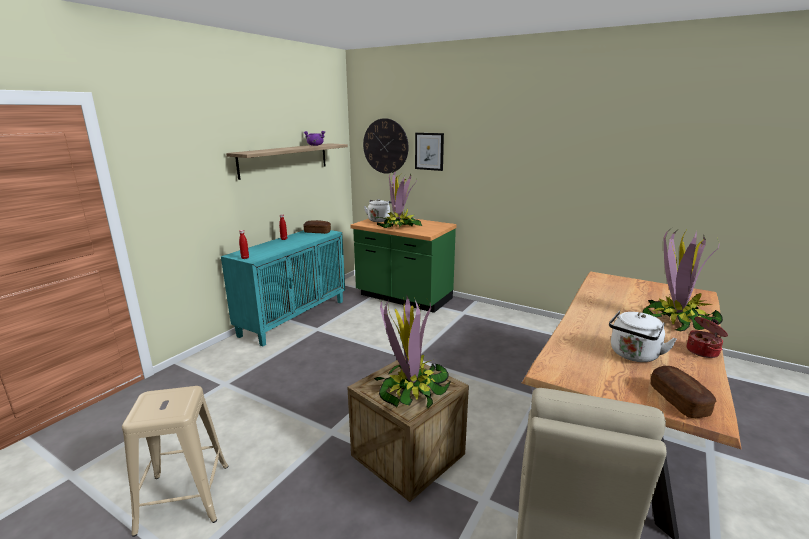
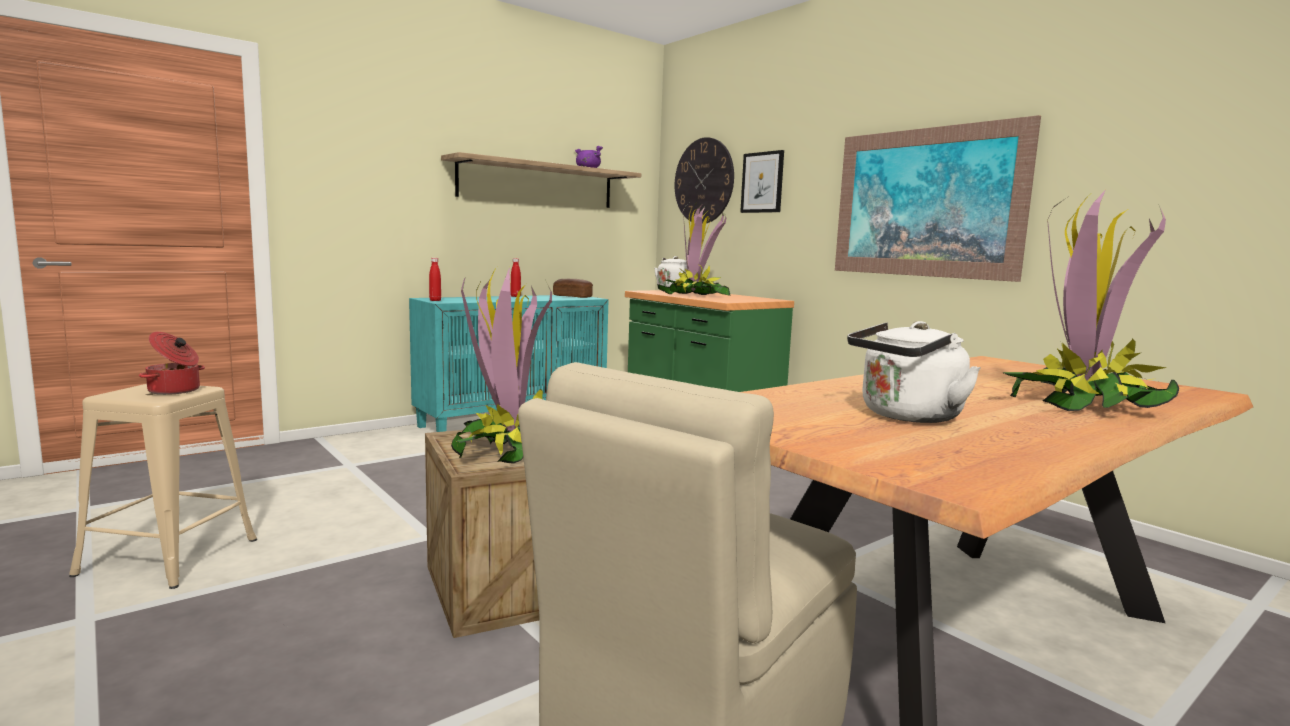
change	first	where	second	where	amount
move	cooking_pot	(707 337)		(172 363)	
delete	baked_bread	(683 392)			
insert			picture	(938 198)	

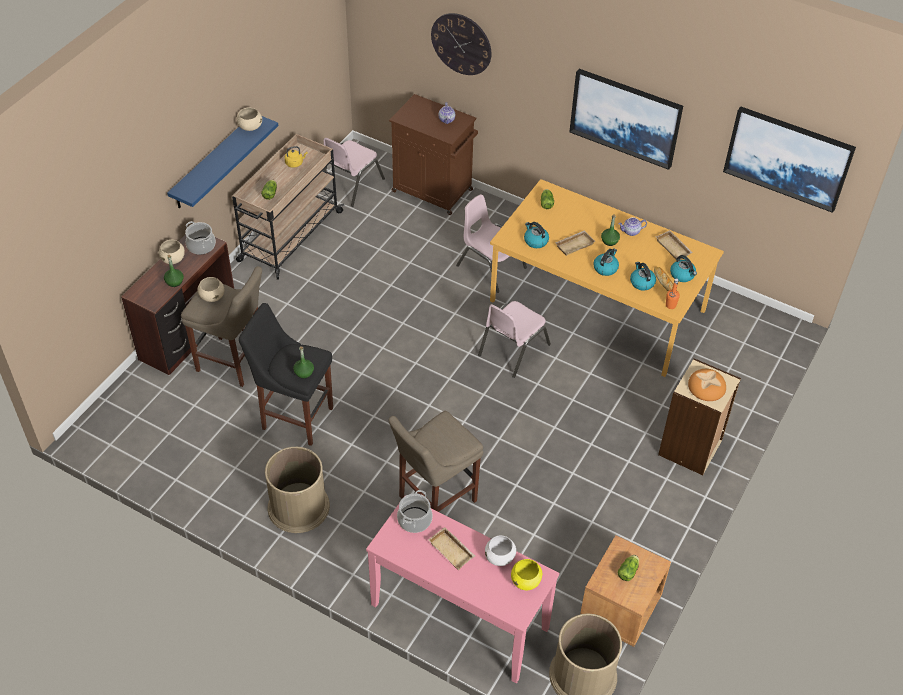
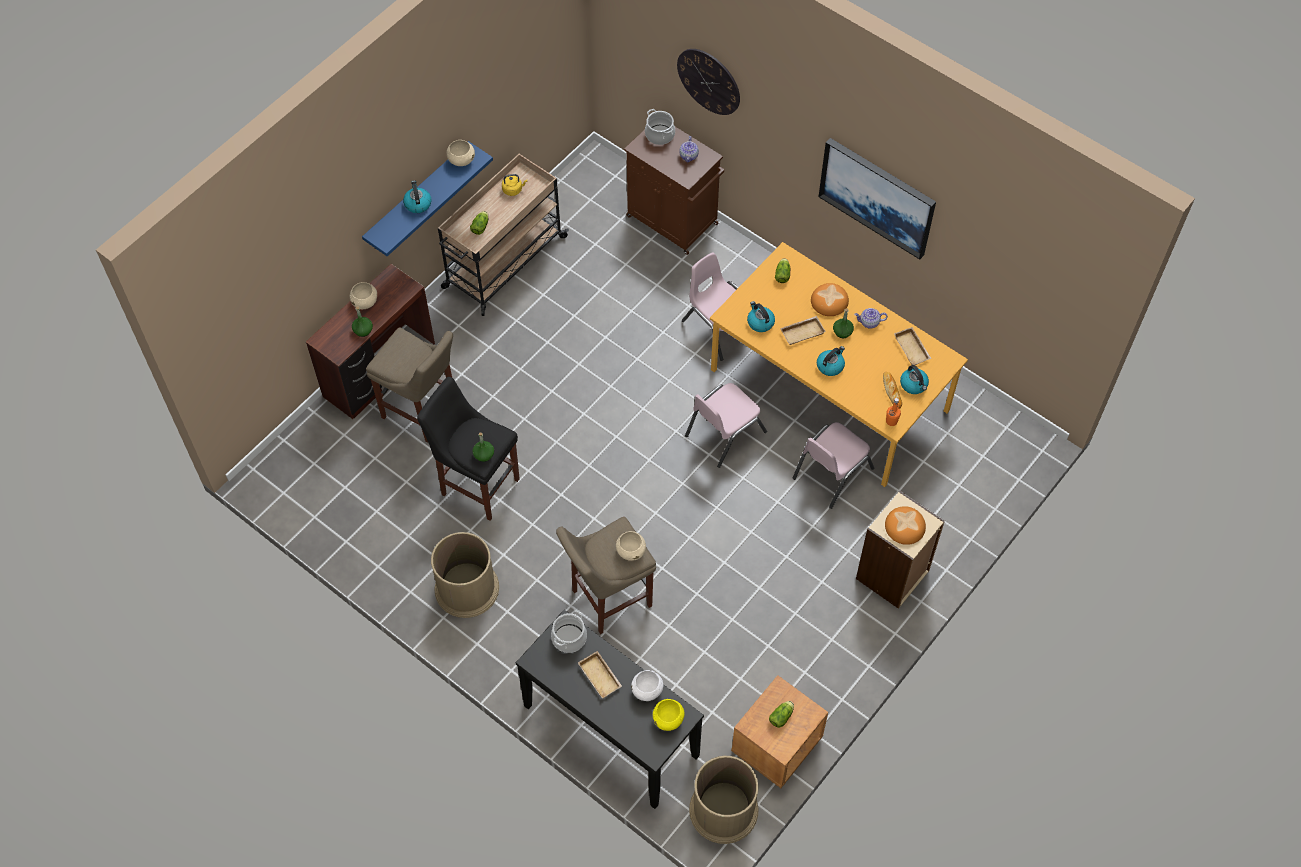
change	first	where	second	where	amount
delete	picture	(789 159)			
move	pinkish_upright_chair	(353 172)		(833 465)	
move	cooking_pot	(200 238)		(660 127)	
move	kettle	(643 276)		(417 196)	
move	sand-coloured_deep_dish	(211 289)		(631 546)	
recolor	pinkish_hall_table	(462 589)	black_hall_table	(610 709)	
insert			baked_bread	(830 299)	

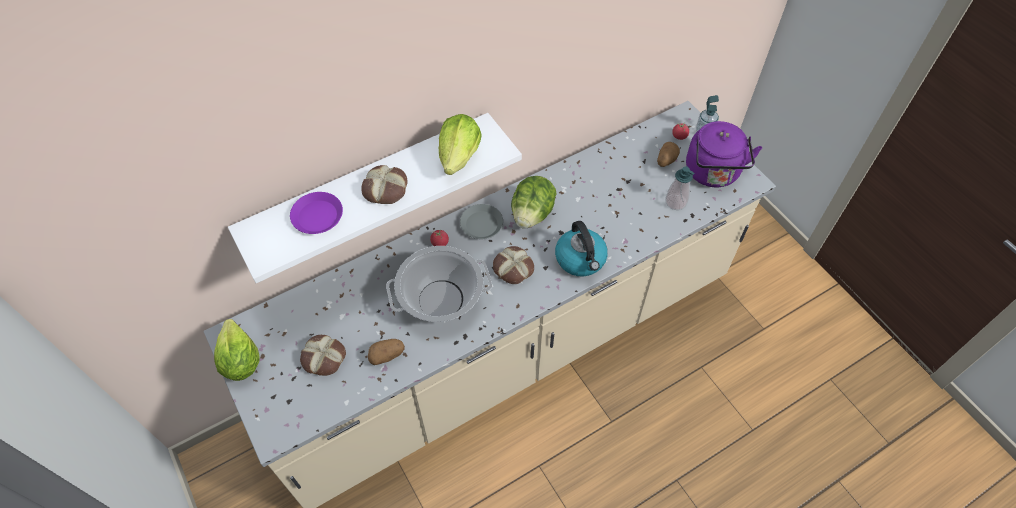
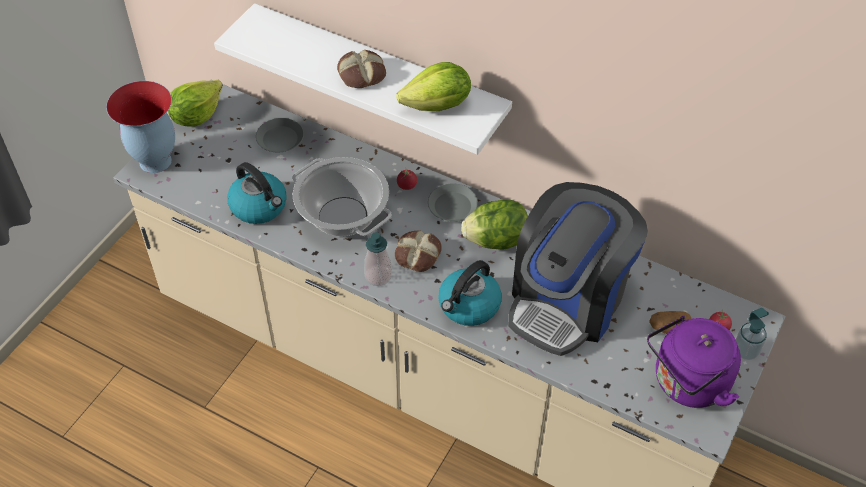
change	first	where	second	where	amount
move	soap_dispenser	(679 188)		(378 259)	
delete	purple_dinner_plate	(316 213)			
delete	baked_bread	(323 355)			
replace	spud	(386 352)	kettle	(257 193)	
insert			flower_vase	(140 127)	
insert			grey_dinner_plate	(280 135)	
insert			coffee_brewer	(578 269)	

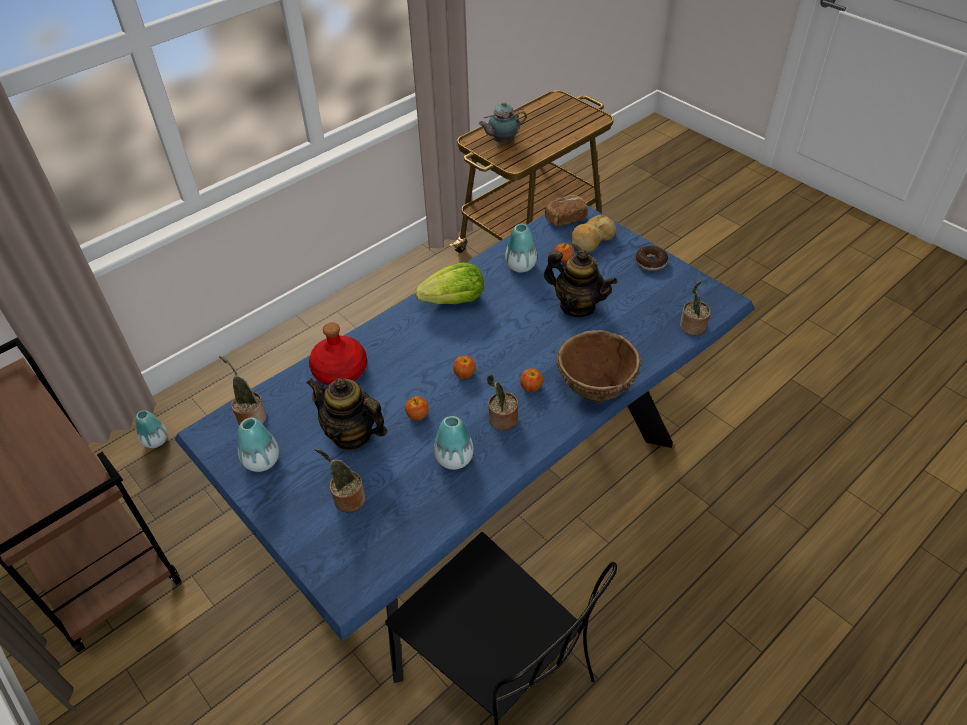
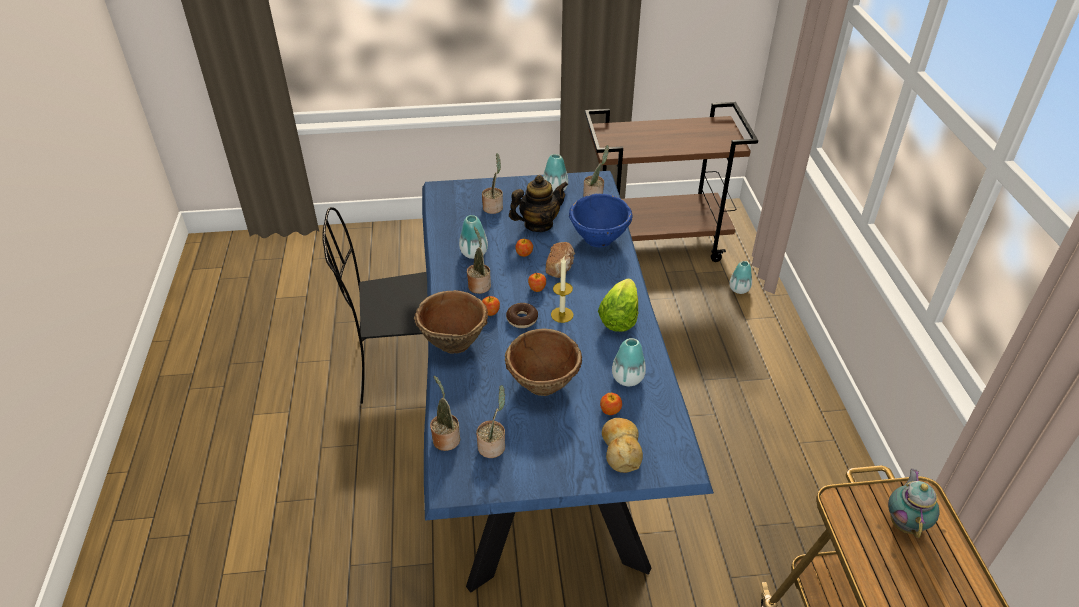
change	first	where	second	where	amount
move	baked_bread	(566 210)		(560 260)	
move	donut	(651 258)		(522 315)	
replace	teapot	(580 283)	brownish_deep_dish	(543 362)	
replace	red_drink_bottle	(338 354)	blue-coloured_deep_dish	(601 220)	
insert			wax_candle	(562 290)	
insert			houseplant	(490 421)	

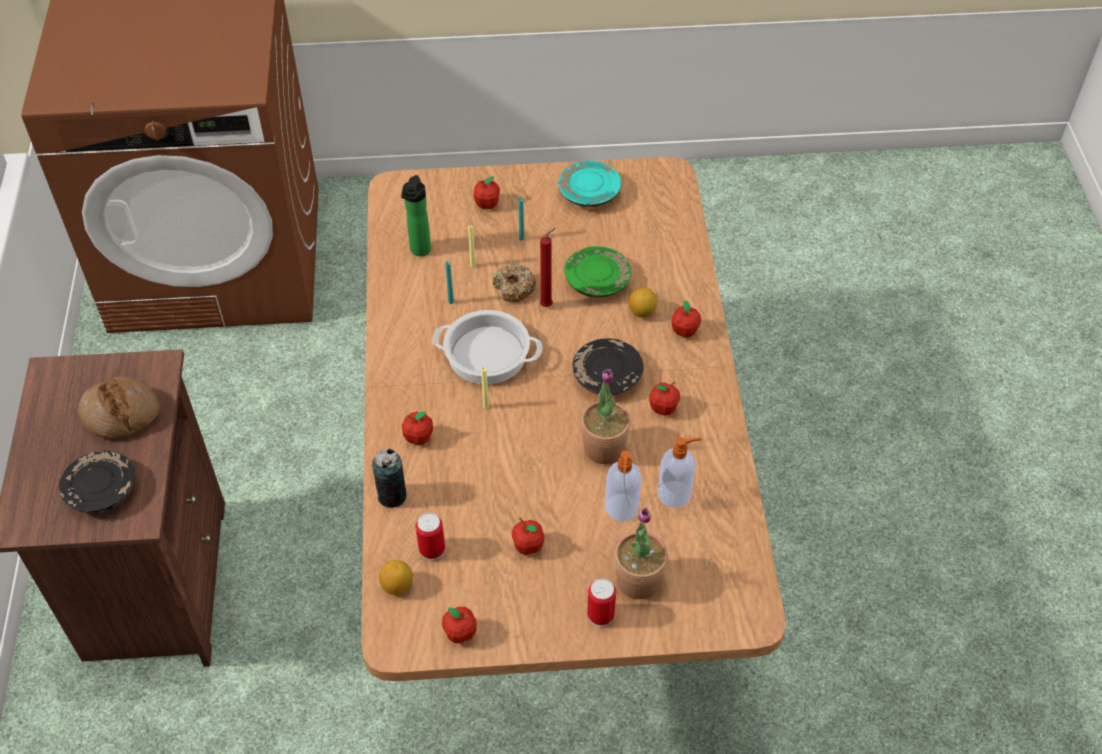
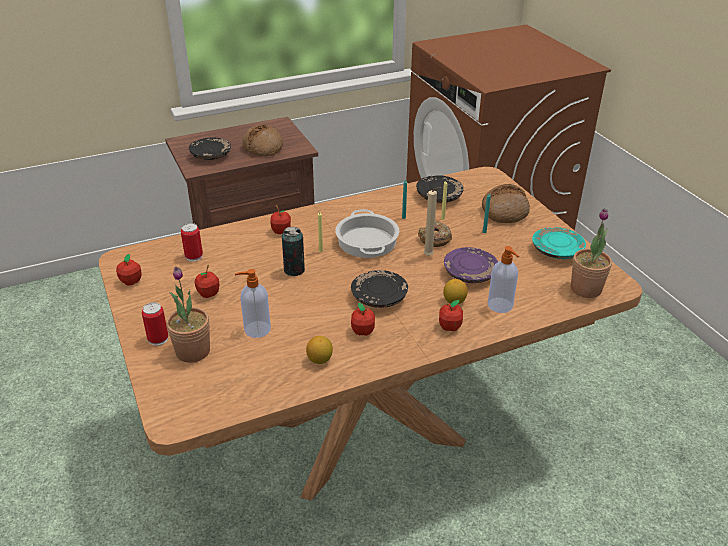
change	first	where	second	where	amount
replace	drink_bottle	(416 215)	black_dinner_plate	(439 189)	
replace	whole_apple	(487 192)	baked_bread	(506 203)	
recolor	red_wax_candle	(548 267)	sand-coloured_wax_candle	(432 221)	
recolor	green_dinner_plate	(597 272)	purple_dinner_plate	(471 265)	
move	houseplant	(606 416)		(591 253)	
move	soap_dispenser	(679 472)		(503 279)	
move	metal_can	(389 478)		(293 251)	
move	citrus_fruit	(396 577)		(319 350)	

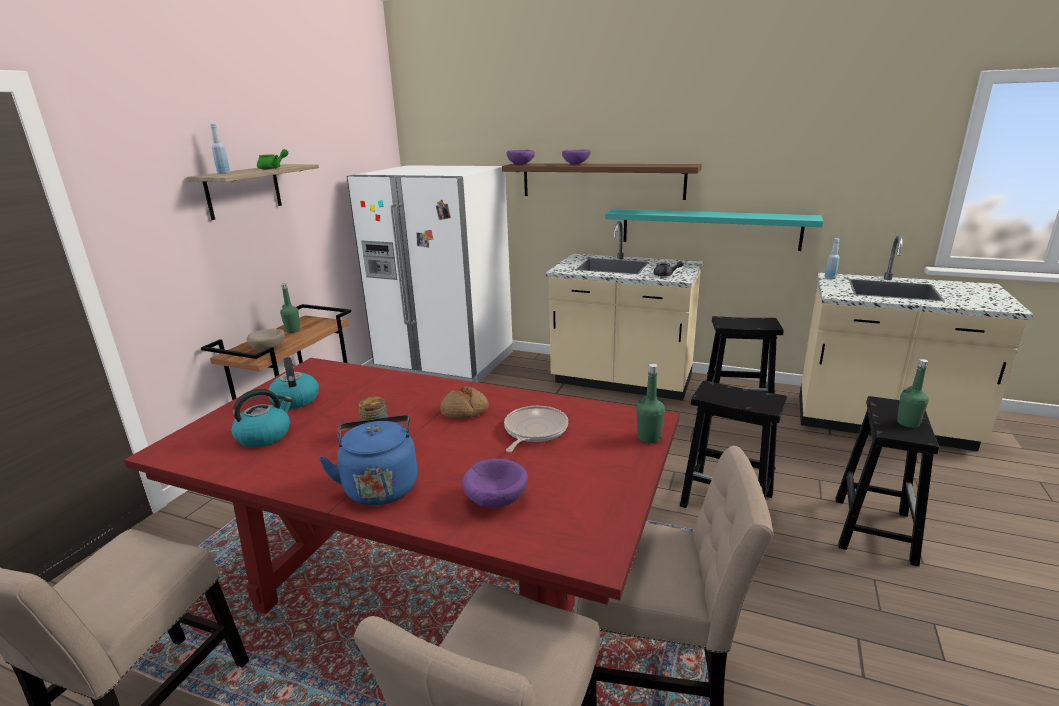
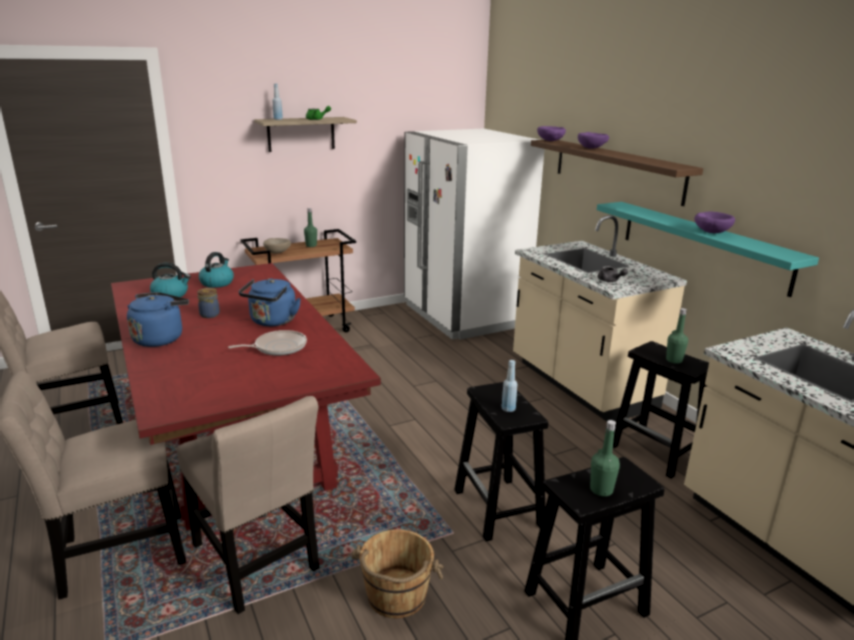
change	first	where	second	where	amount
move	blue-coloured_drink_bottle	(832 258)		(509 386)	
move	green_drink_bottle	(650 403)		(677 336)	
replace	baked_bread	(464 402)	blue-coloured_kettle	(270 302)	
move	purple_deep_dish	(495 483)		(714 222)	
insert			brownish_bucket	(397 574)	

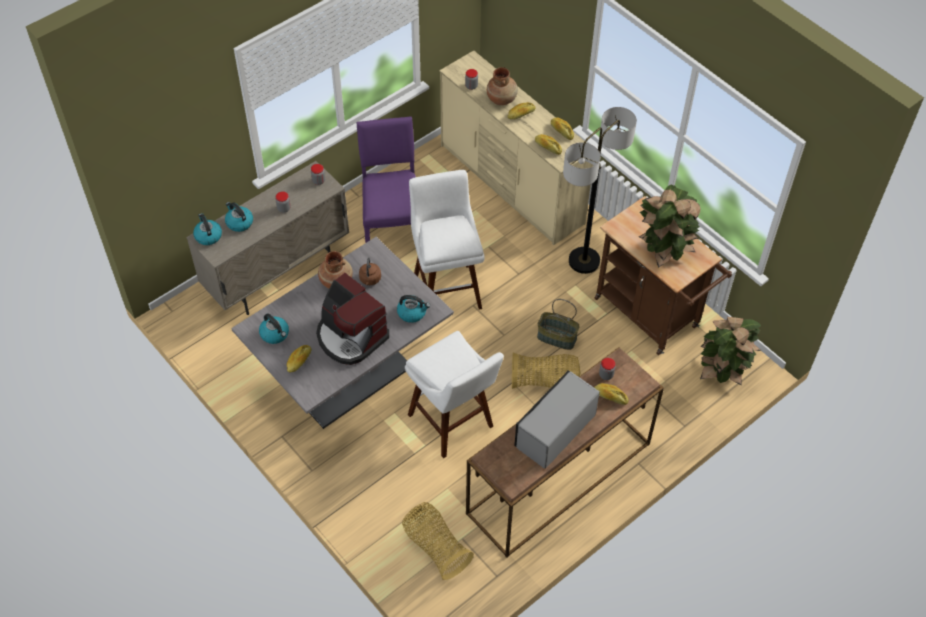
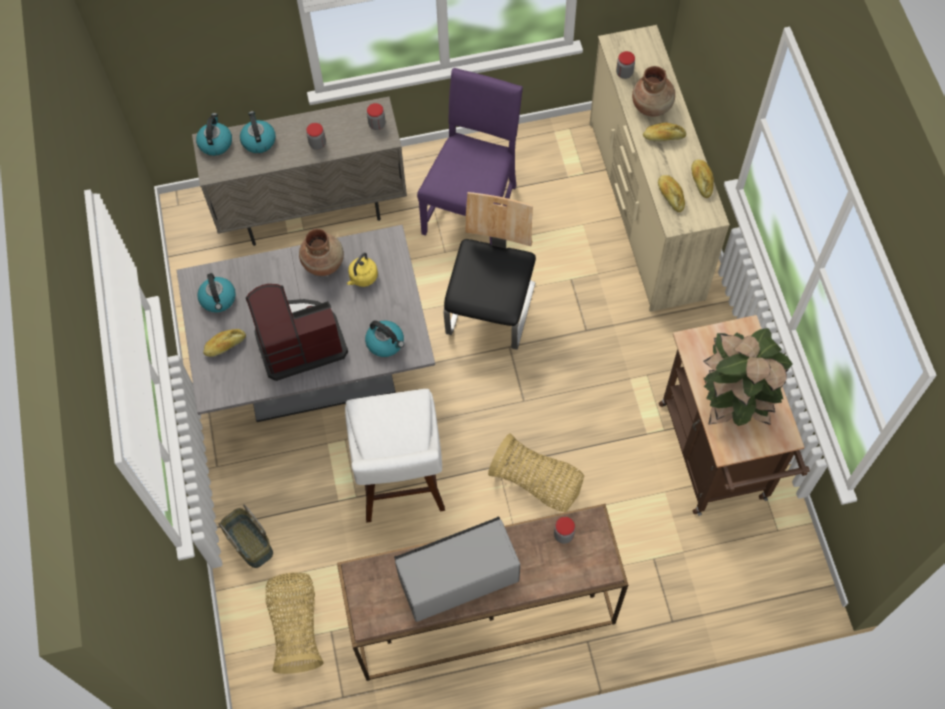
change	first	where	second	where	amount
delete	standing_lamp	(600 190)			
replace	whitish_stool_seat	(447 240)	upright_chair	(490 271)	
recolor	brownish_kettle	(370 271)	yellowish_kettle	(362 270)	
rotate	coffee_brewer	(352 319)		(297 332)	90 degrees clockwise
move	storage_basket	(558 324)		(246 536)	
delete	houseplant	(731 351)			
delete	baked_bread	(611 394)			

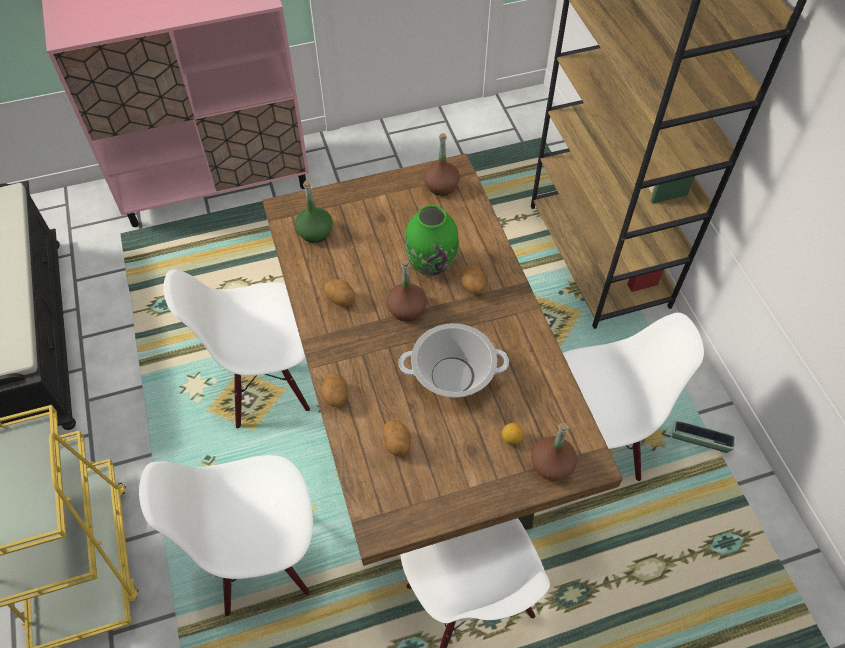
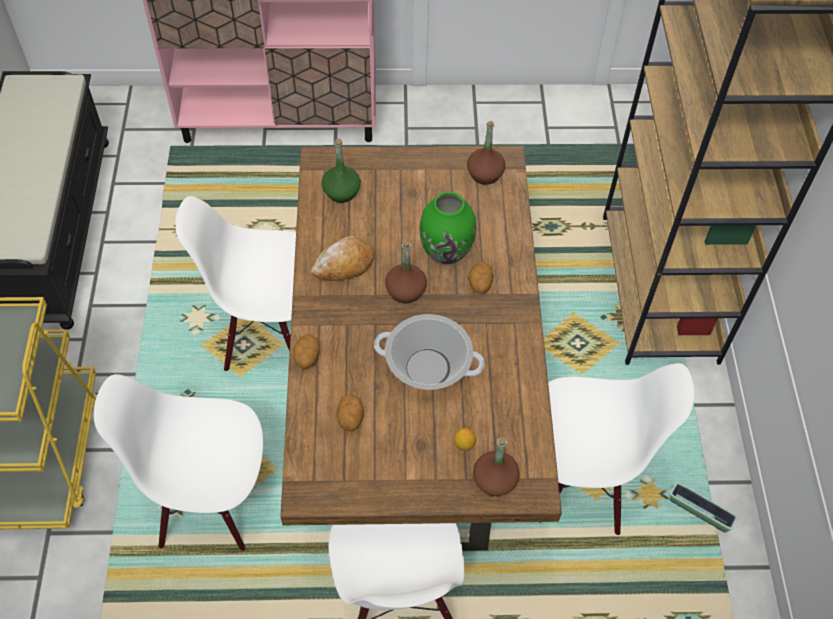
change	first	where	second	where	amount
replace	spud	(340 292)	baked_bread	(343 258)	

